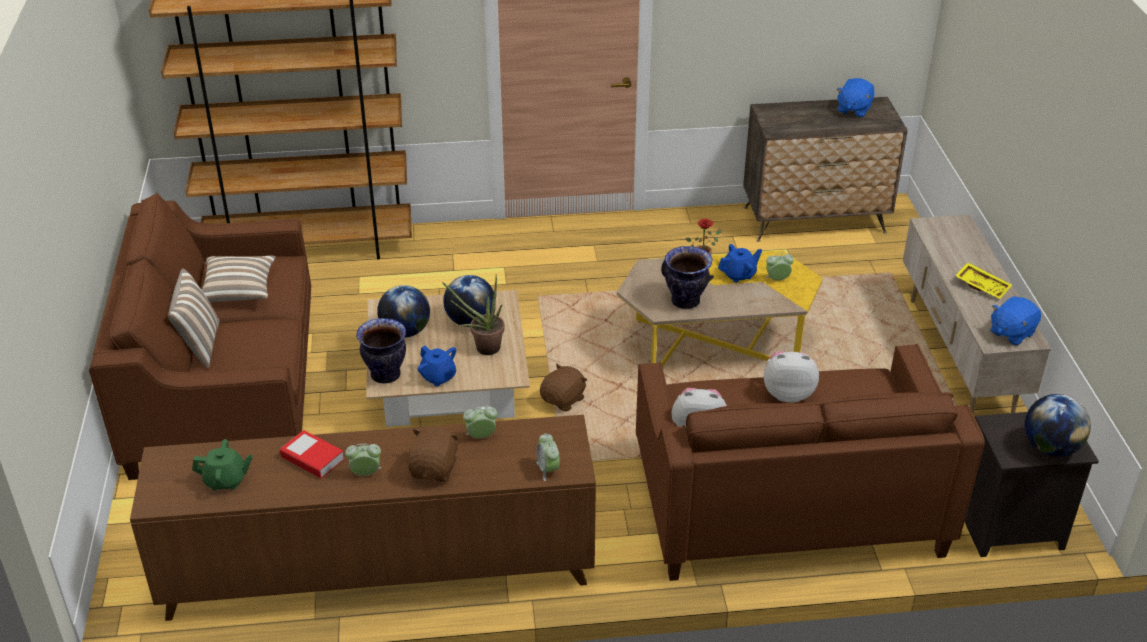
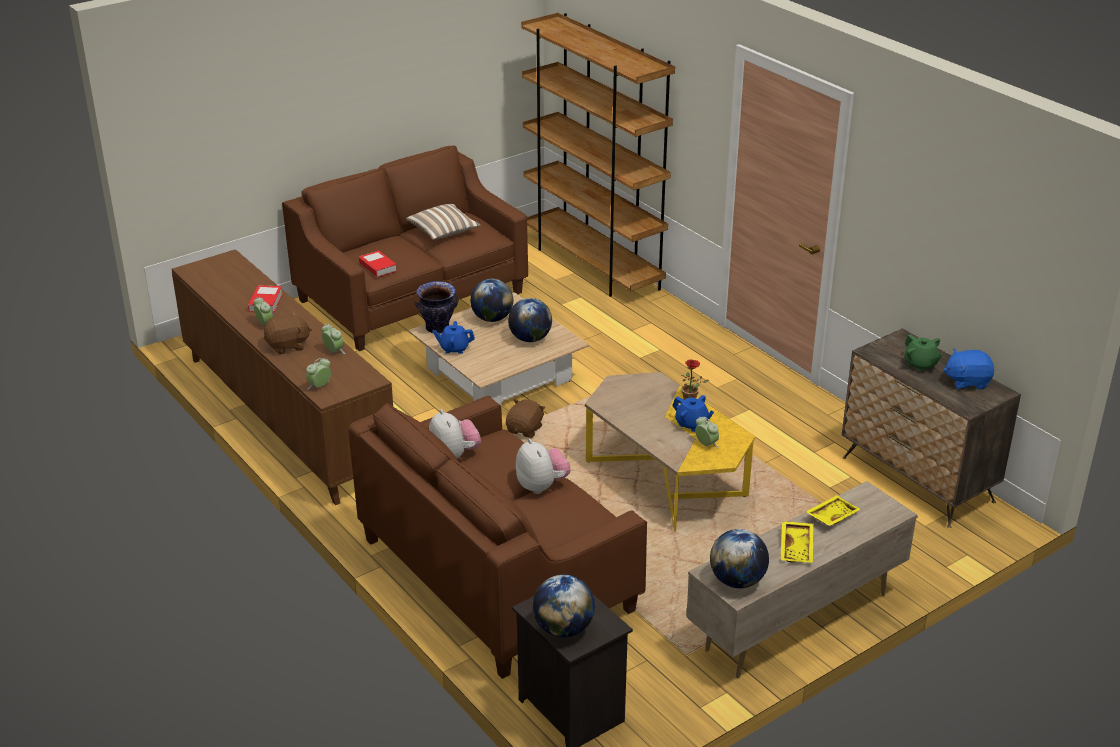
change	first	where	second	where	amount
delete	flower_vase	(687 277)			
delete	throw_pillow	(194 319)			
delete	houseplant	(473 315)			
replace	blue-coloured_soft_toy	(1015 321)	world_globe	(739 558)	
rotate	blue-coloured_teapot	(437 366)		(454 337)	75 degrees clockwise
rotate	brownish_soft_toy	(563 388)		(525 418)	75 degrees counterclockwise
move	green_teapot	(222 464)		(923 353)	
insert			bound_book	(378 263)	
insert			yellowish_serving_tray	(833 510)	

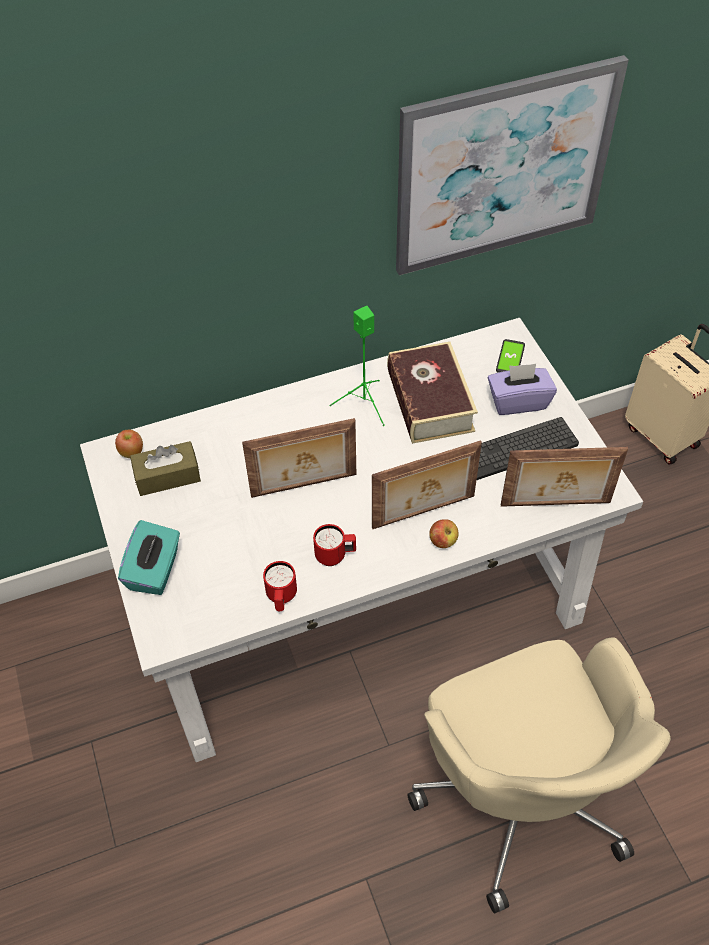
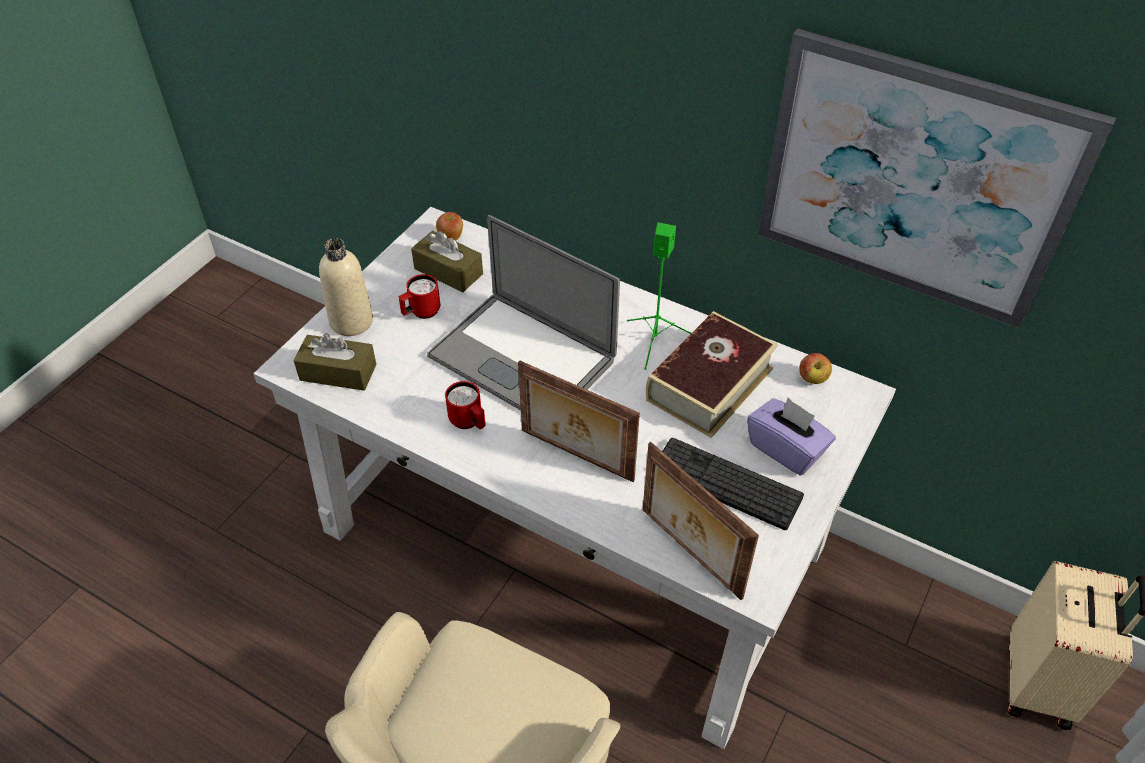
change	first	where	second	where	amount
delete	phone	(510 355)			
replace	standing_frame	(299 458)	portable_computer	(523 312)	
move	whole_apple	(443 533)		(815 368)	
replace	turquoise-coloured_box_of_tissues	(149 557)	sand-coloured_drink_bottle	(346 287)	
move	red_tea_mug	(280 586)		(419 296)	
insert			brownish_box_of_tissues	(335 362)	

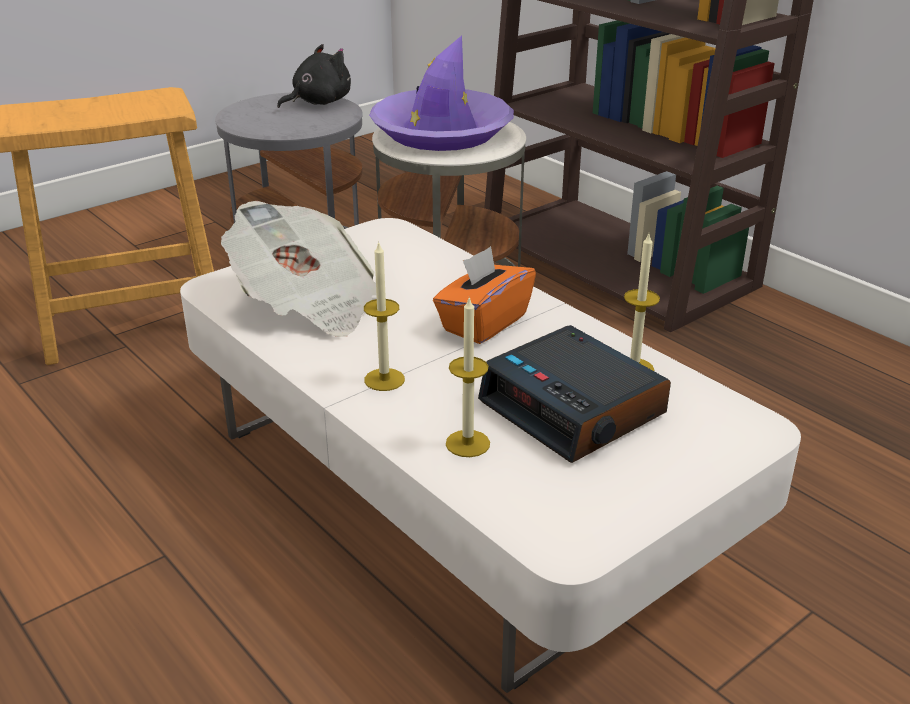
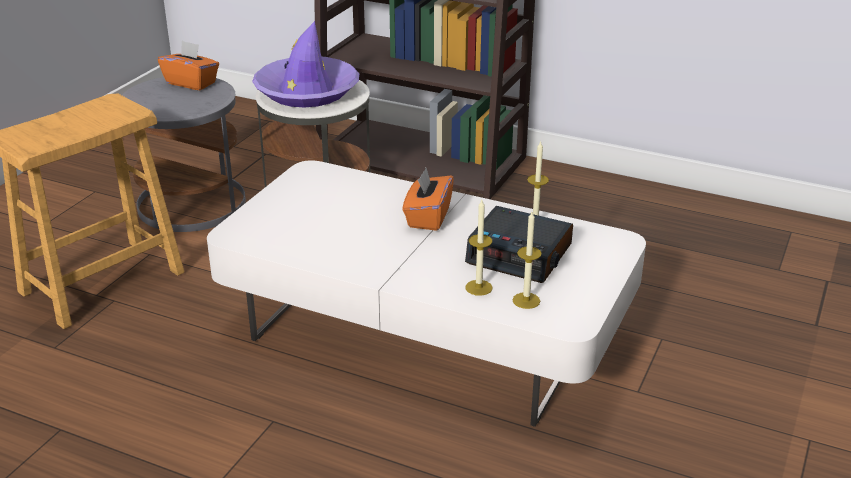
change	first	where	second	where	amount
replace	black_soft_toy	(314 76)	orange_box_of_tissues	(188 65)	
delete	printed_paper	(298 269)			
move	wax_candle	(384 316)		(527 260)	

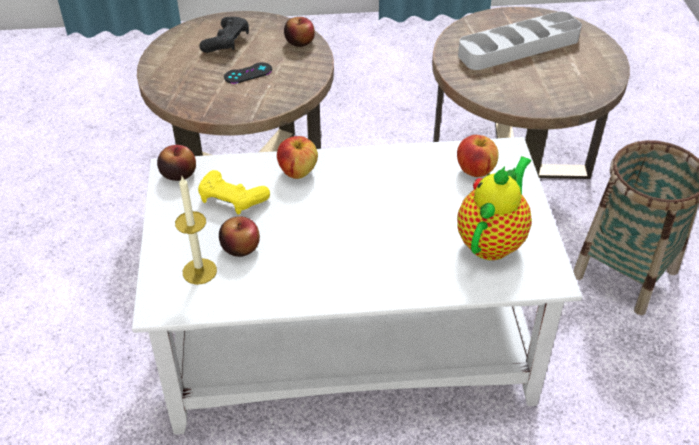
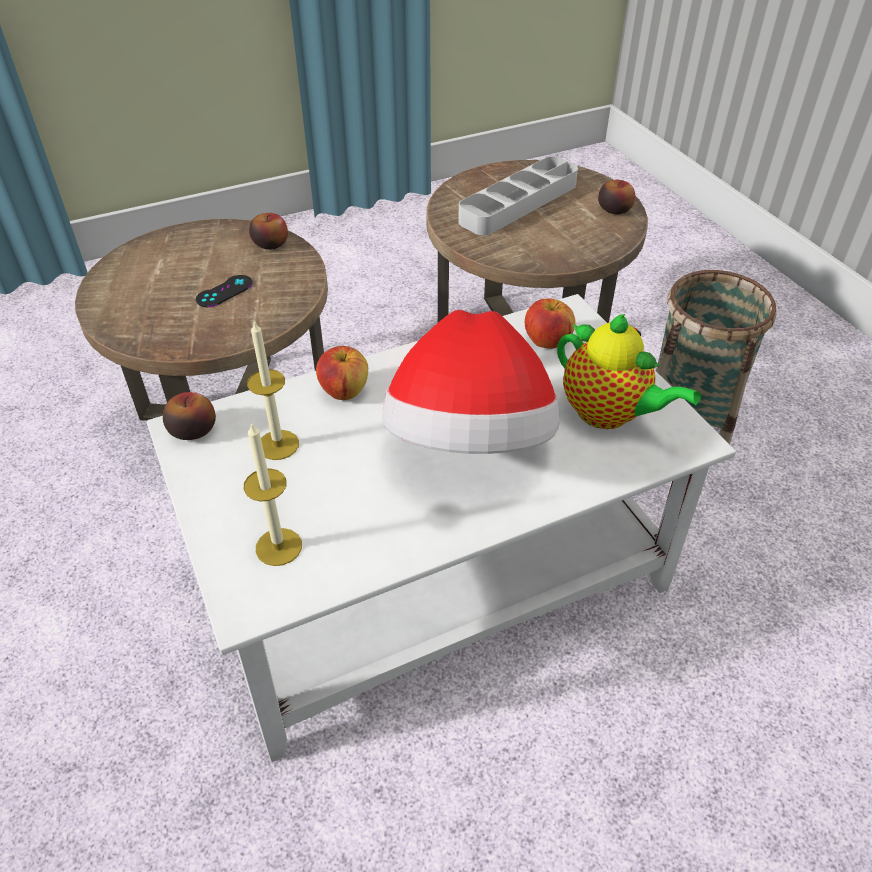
change	first	where	second	where	amount
delete	black_gamepad	(224 35)			
rotate	teapot	(494 208)		(629 371)	120 degrees clockwise
replace	yellowish_gamepad	(234 192)	wax_candle	(273 390)	
move	whole_apple	(239 236)		(616 197)	
insert			hat	(471 382)	

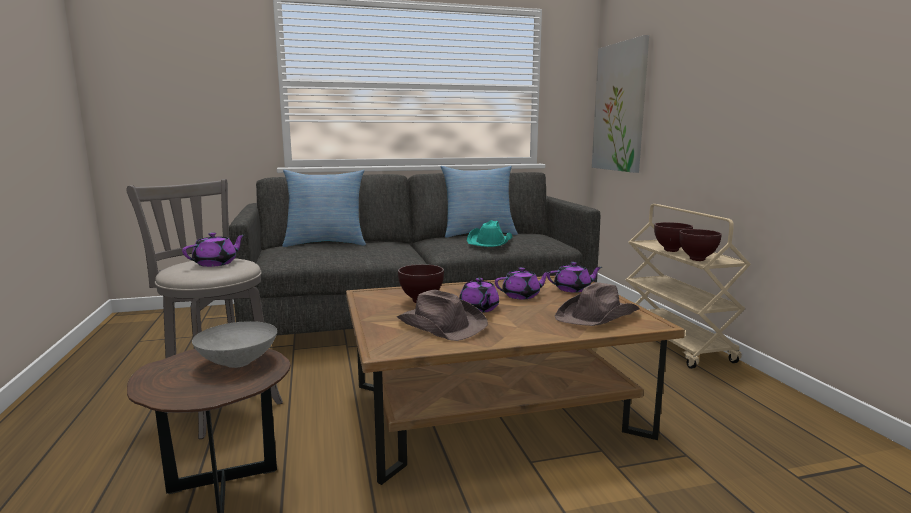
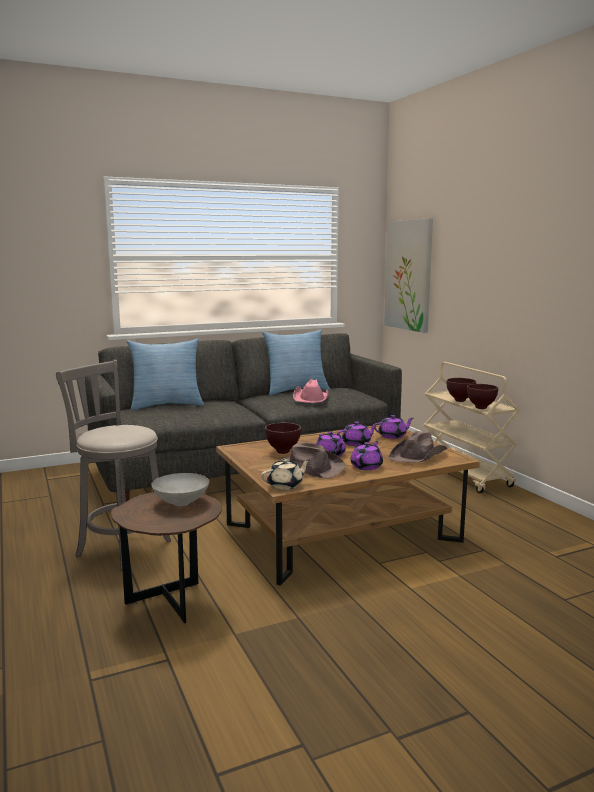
change	first	where	second	where	amount
recolor	turquoise-coloured_hat	(490 233)	pinkish_hat	(310 391)	
move	purple_teapot	(213 249)		(366 455)	
insert			sand-coloured_teapot	(285 474)	

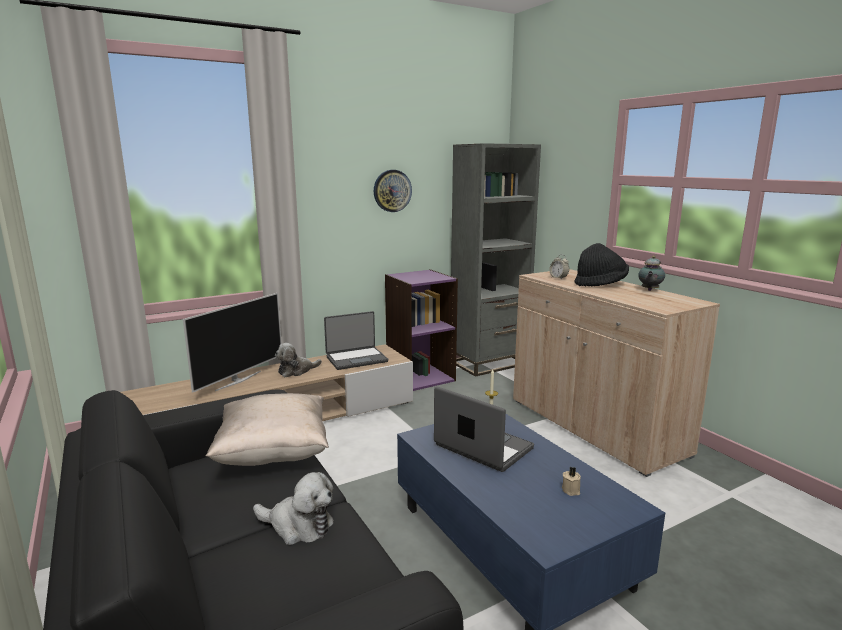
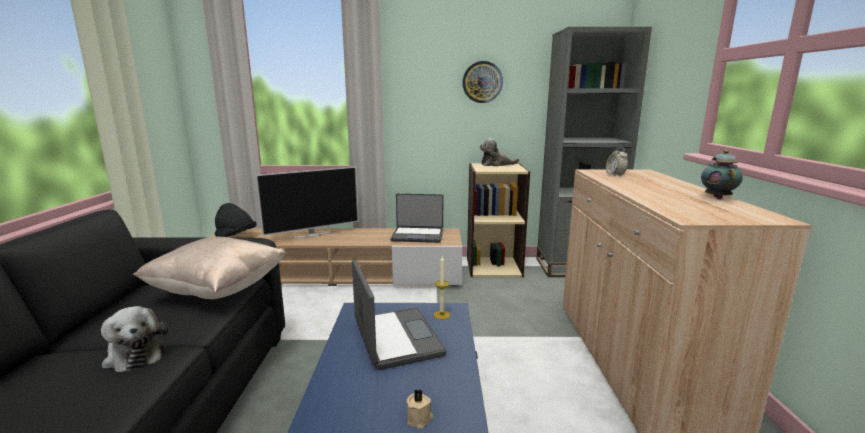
change	first	where	second	where	amount
move	black_hat	(601 264)		(236 220)	
rotate	teapot	(651 273)		(722 174)	135 degrees clockwise
recolor	purple_bookcase	(421 330)	sand-coloured_bookcase	(498 220)	
move	soft_toy	(298 360)		(499 152)	

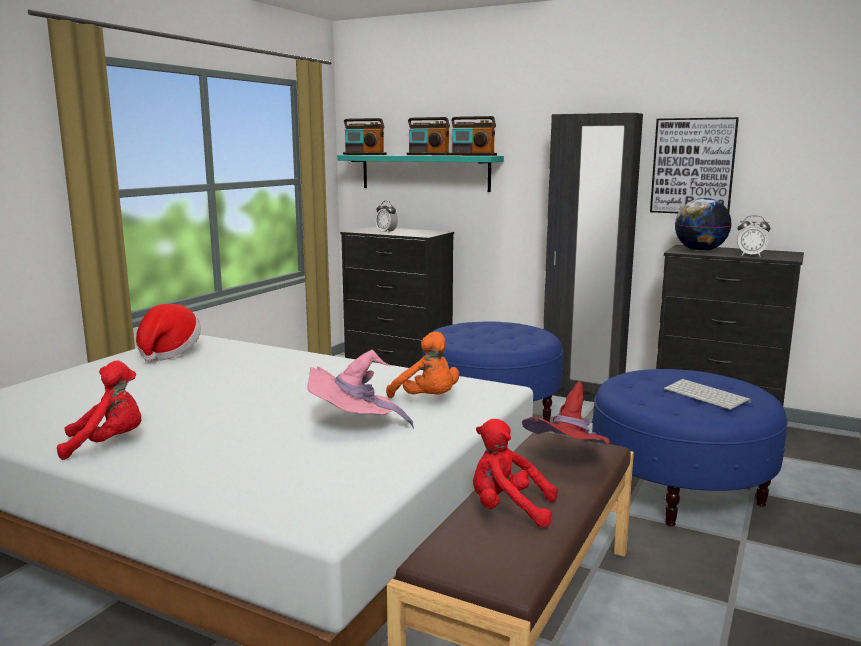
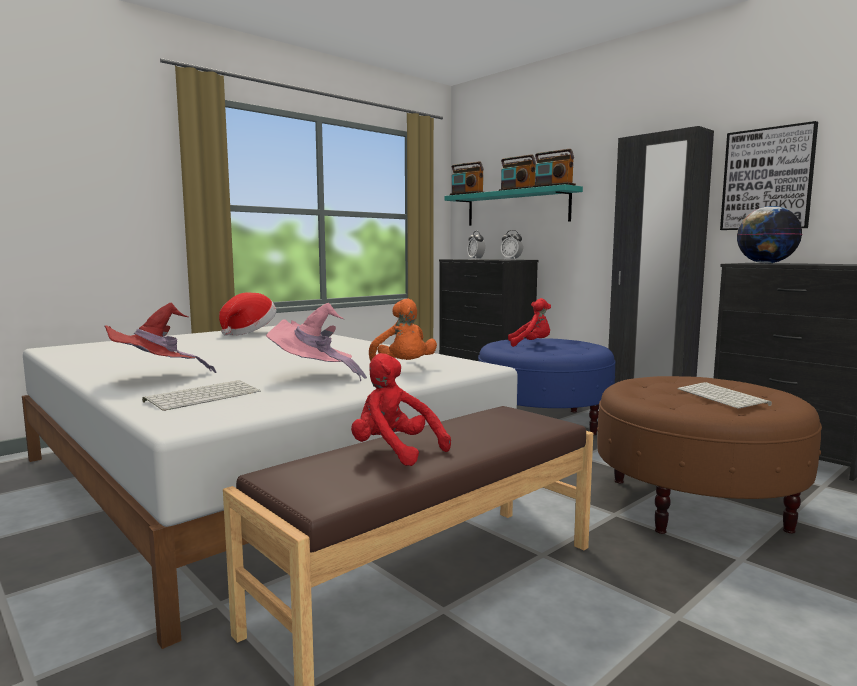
change	first	where	second	where	amount
move	alarm_clock	(753 236)		(512 245)	
move	red_soft_toy	(99 410)		(529 322)	
recolor	blue-coloured_ottoman	(690 447)	brownish_ottoman	(709 455)	
move	red_hat	(566 413)		(160 338)	
insert			computer_keyboard	(201 395)	

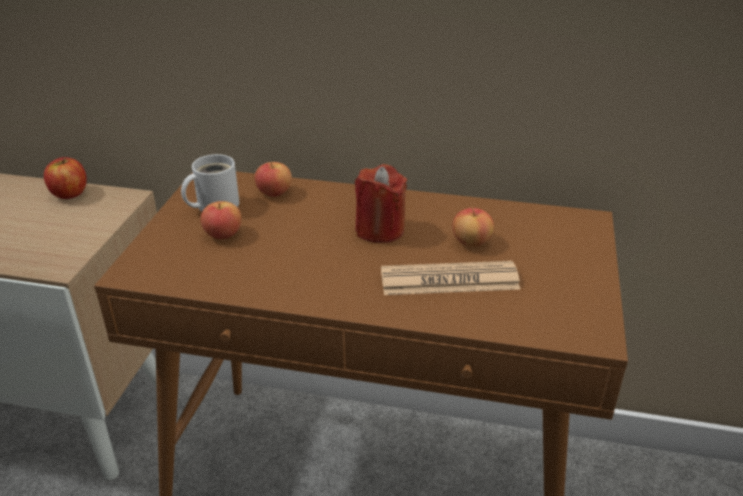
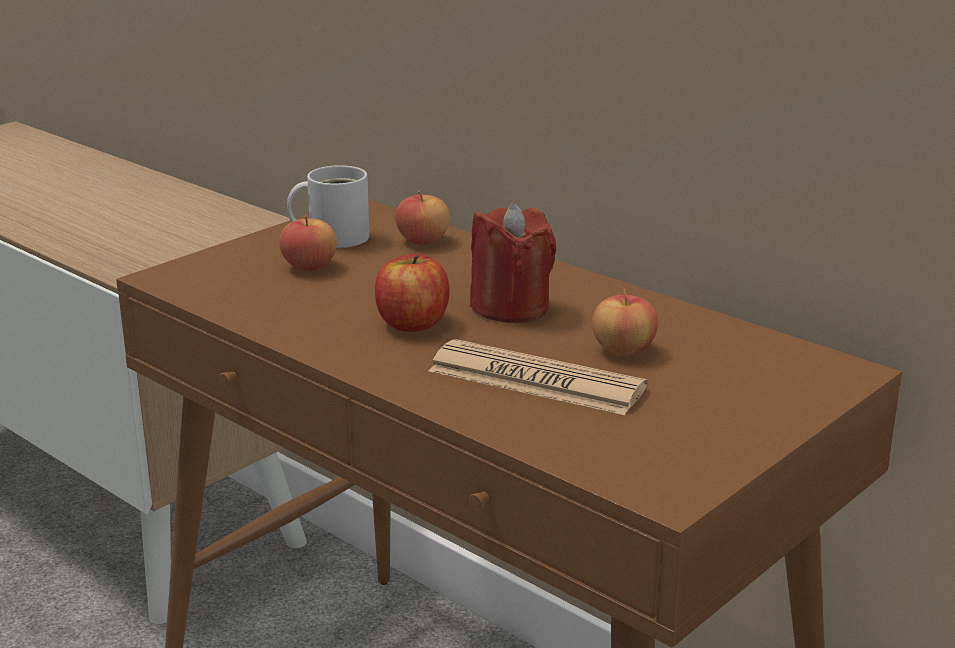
change	first	where	second	where	amount
move	whole_apple	(65 178)		(412 293)	

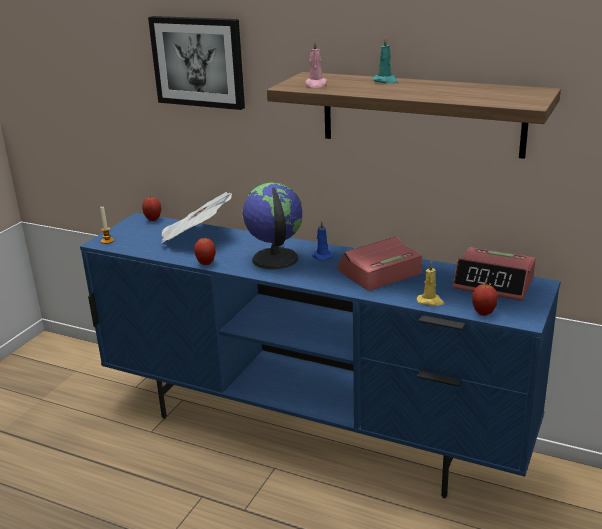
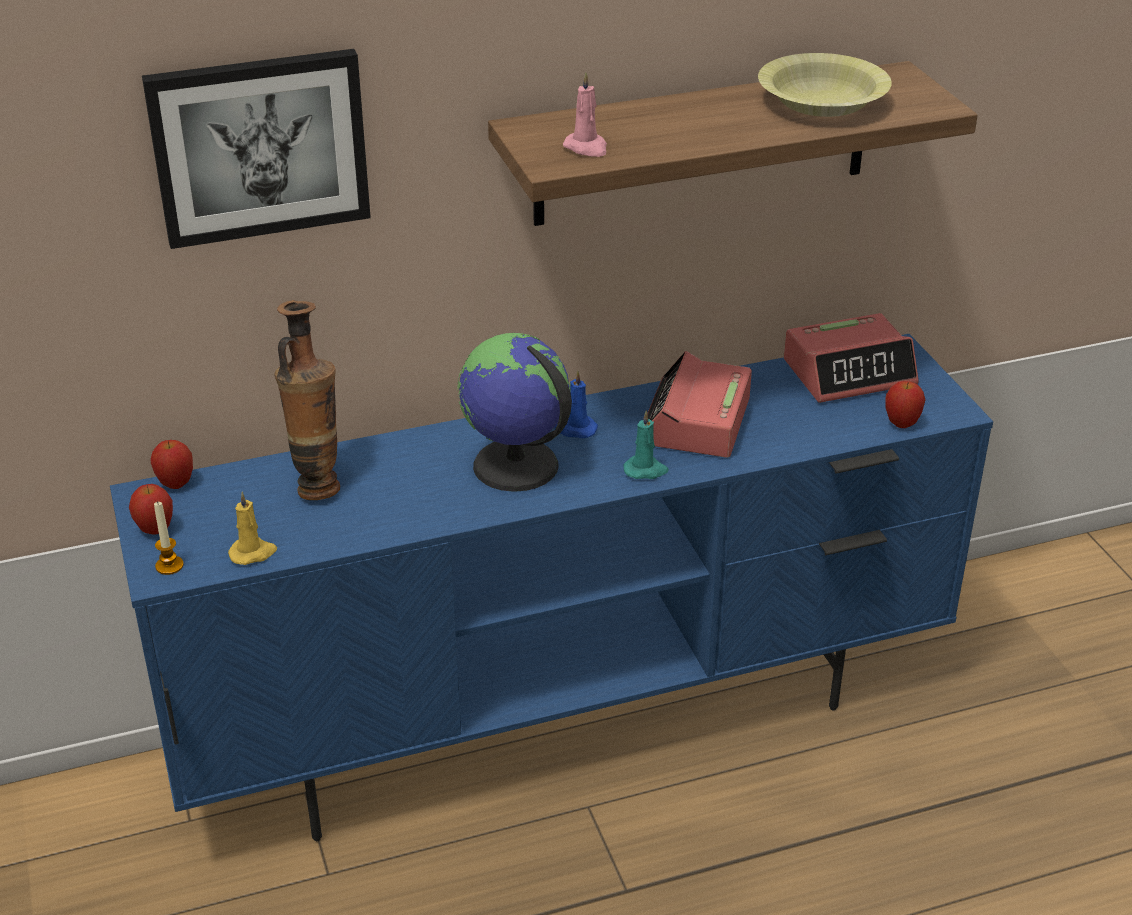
change	first	where	second	where	amount
move	turquoise-coloured_wax_candle	(385 60)		(646 444)	
replace	printed_paper	(196 217)	flower_vase	(307 400)	
move	whole_apple	(205 251)		(151 509)	
move	yellowish_wax_candle	(430 284)		(252 528)	
insert			yellowish_deep_dish	(825 85)	

